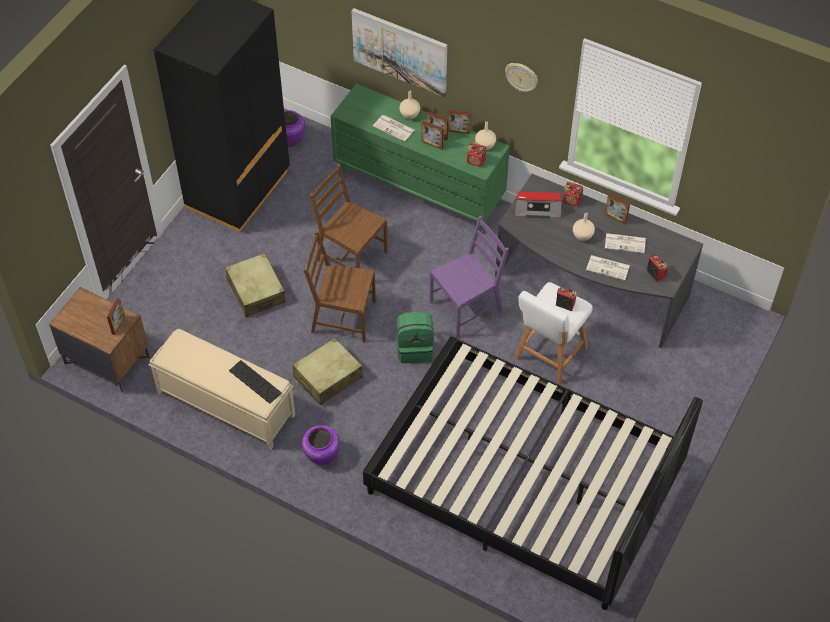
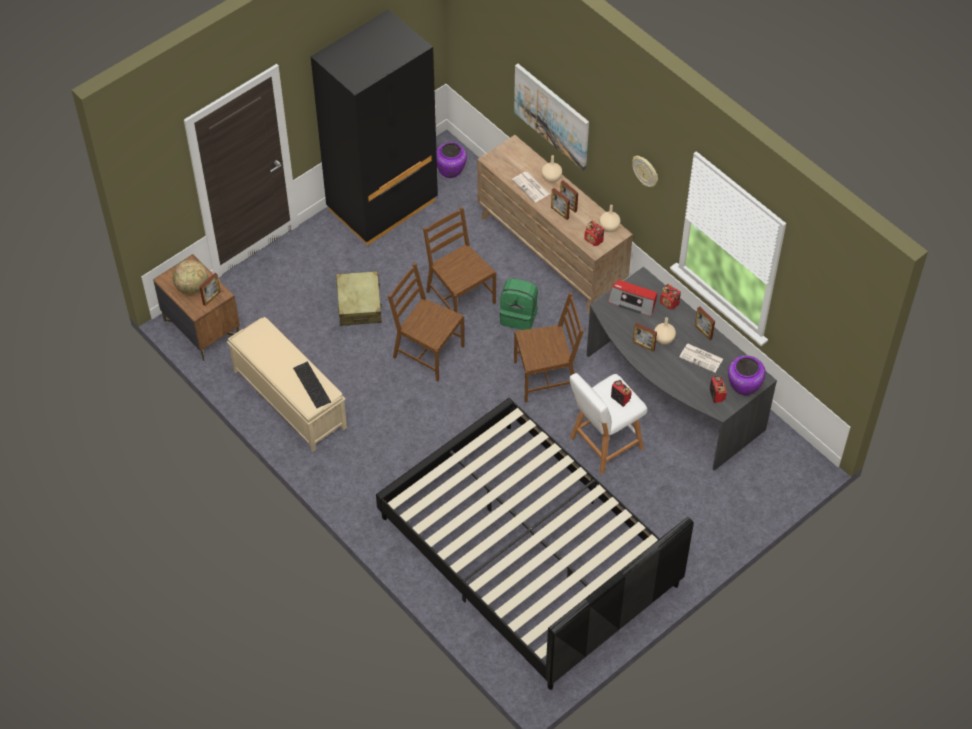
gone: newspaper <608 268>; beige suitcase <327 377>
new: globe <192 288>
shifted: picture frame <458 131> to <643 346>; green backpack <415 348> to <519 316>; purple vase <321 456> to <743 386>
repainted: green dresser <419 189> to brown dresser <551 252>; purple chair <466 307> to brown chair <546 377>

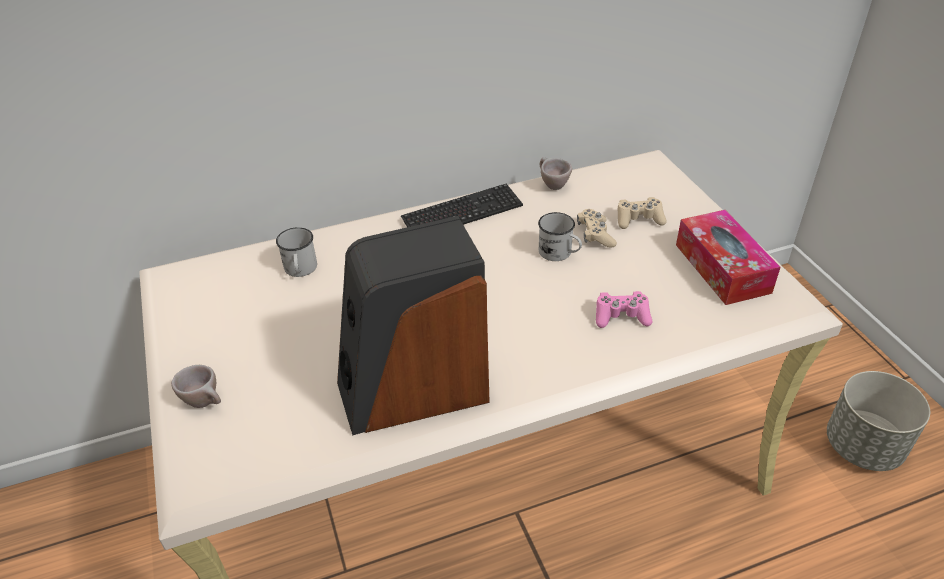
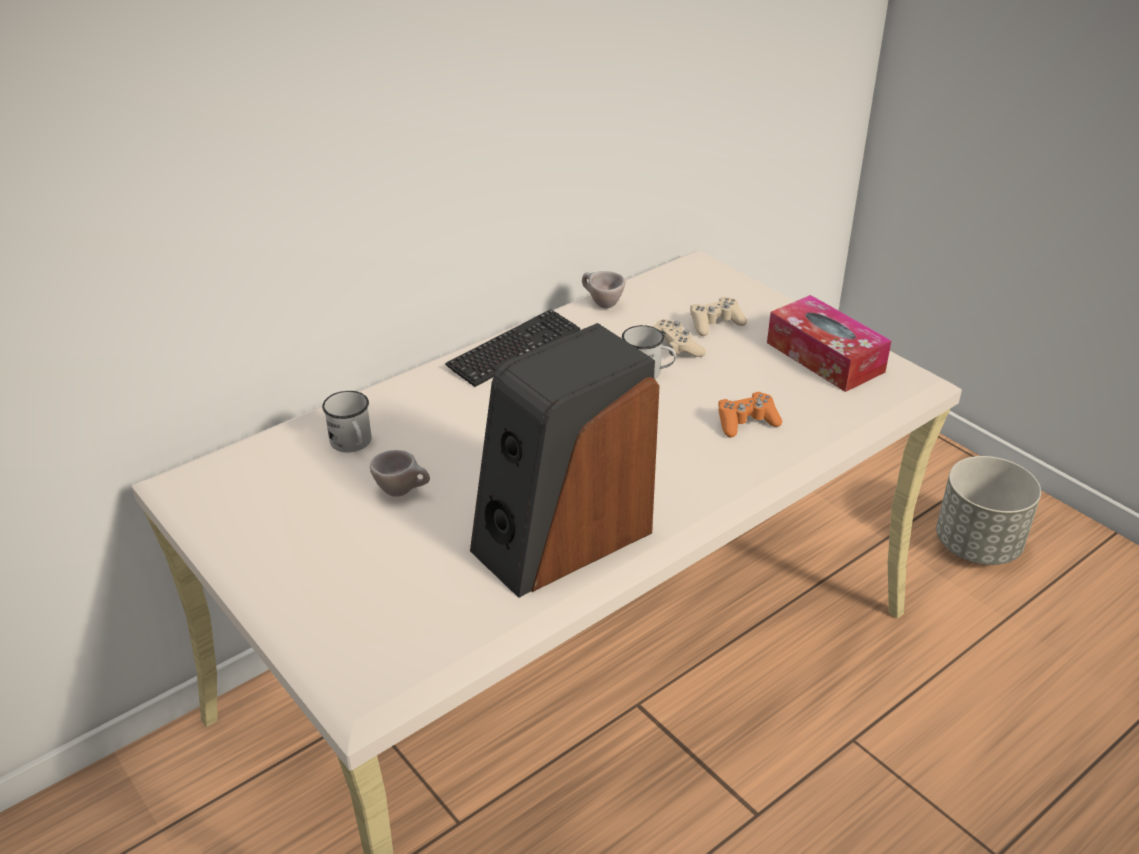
shifted: beige cup <206 402> to <403 491>
repainted: pink game controller <621 316> to orange game controller <746 422>

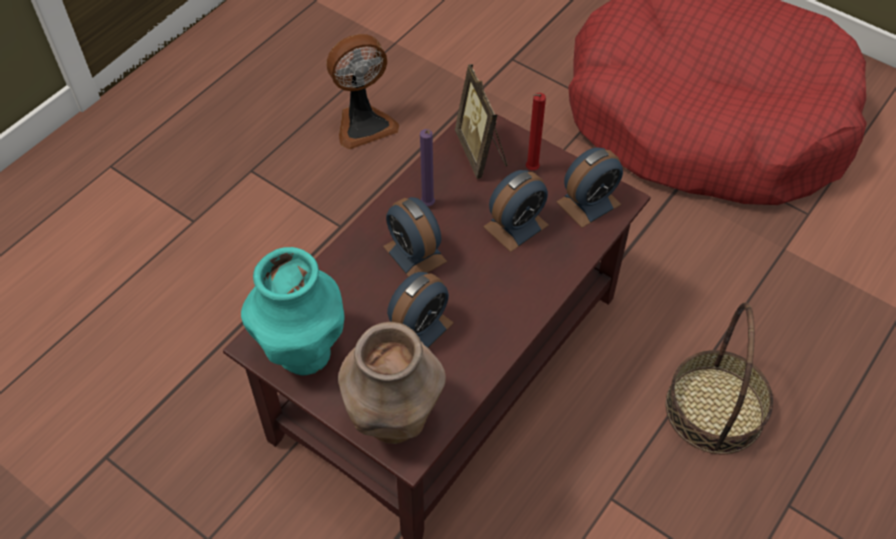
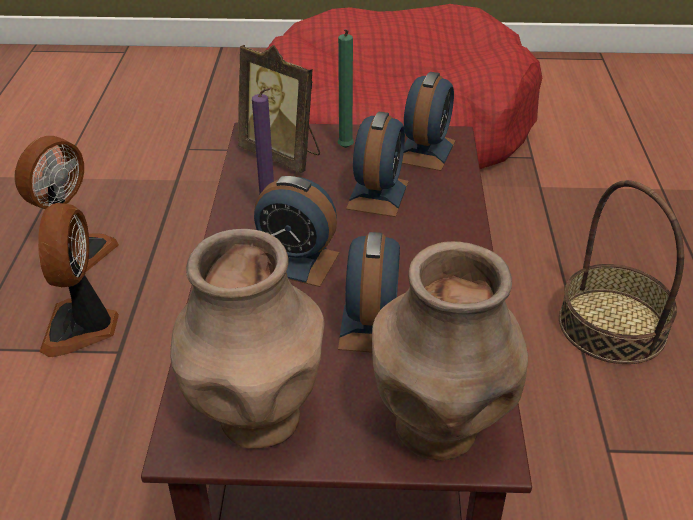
new: fan <82 327>
repainted: red candle <530 170> to green candle <345 149>; turquoise vase <304 352> to brown vase <257 418>

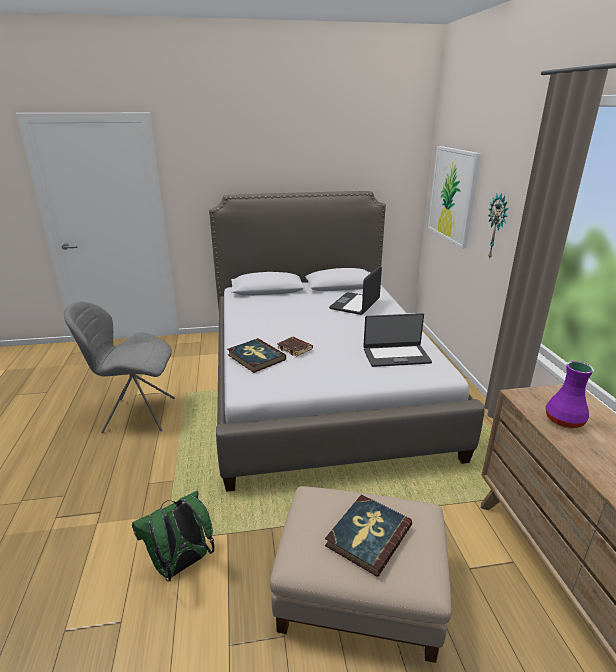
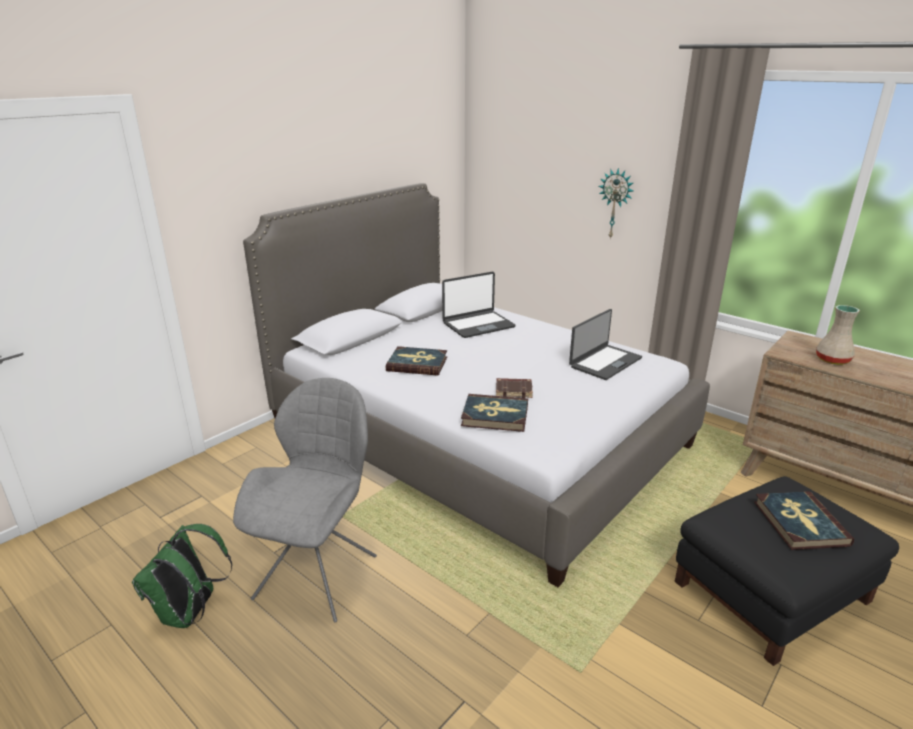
gone: picture <453 195>
new: book <417 364>
shifted: green backpack <181 565> to <191 613>
repainted: purple vase <565 421> to beige vase <833 360>; beige ottoman <360 590> to black ottoman <770 590>
rotated: laptop <355 304> = <478 325> 105 degrees counterclockwise; grey chair <137 414> = <319 573> 150 degrees clockwise

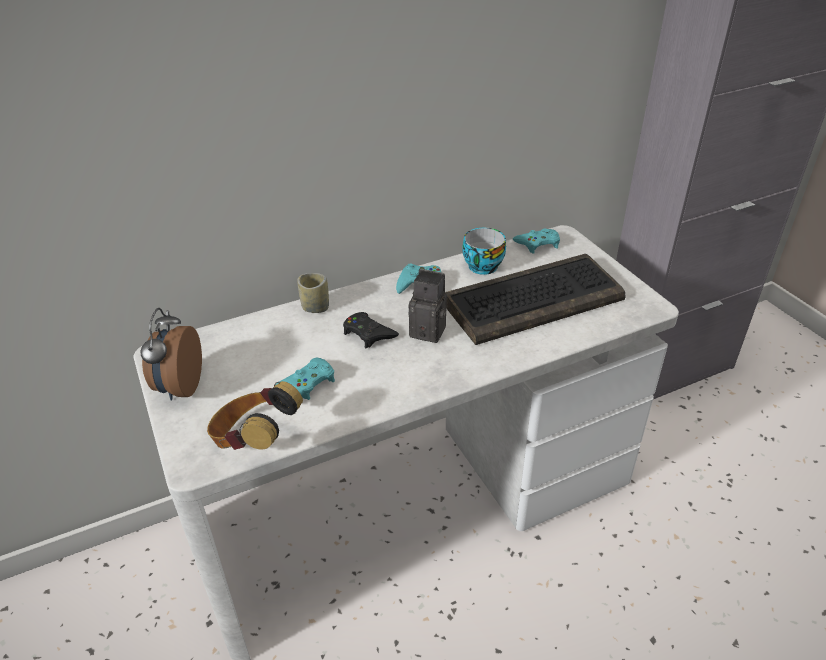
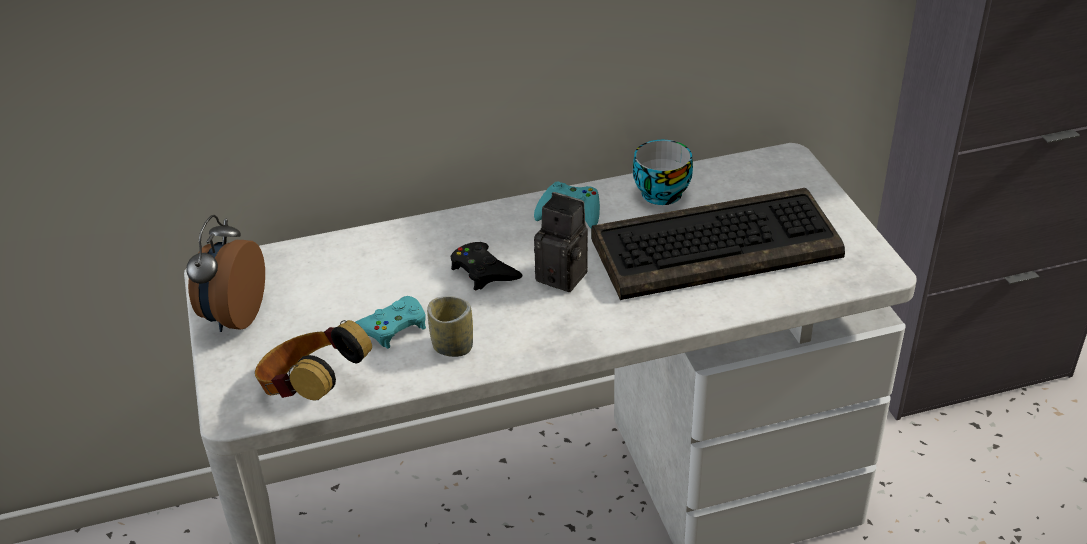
gone: turquoise game controller <538 244>
shifted: cup <315 307> to <453 346>

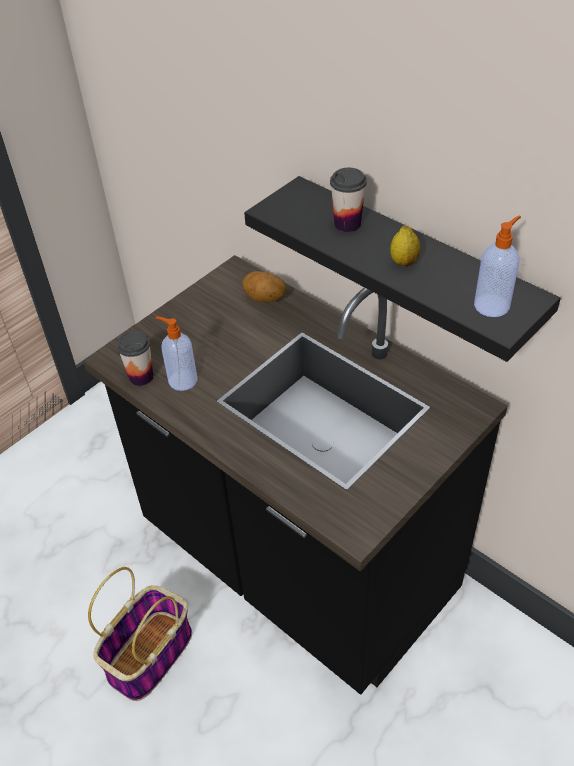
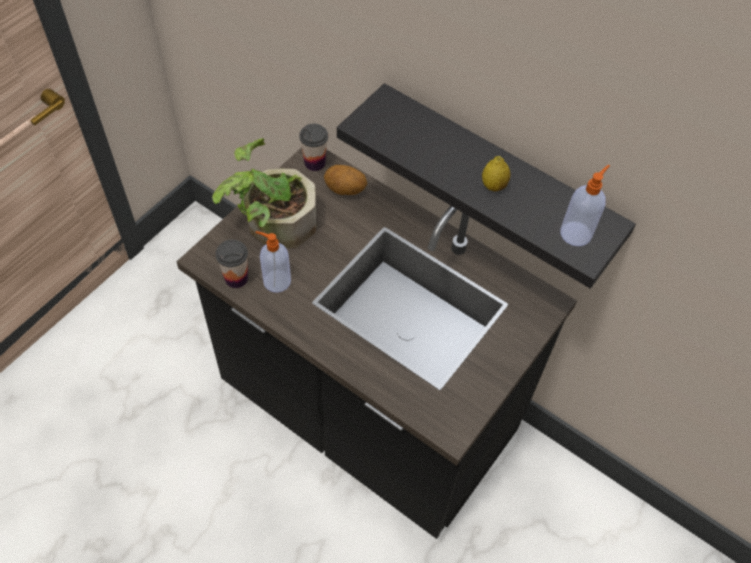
gone: basket <150 654>
new: potted plant <272 223>
shifted: cup <347 224> to <315 163>

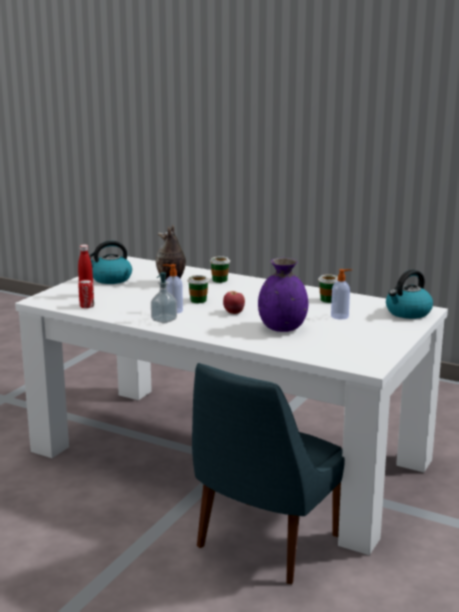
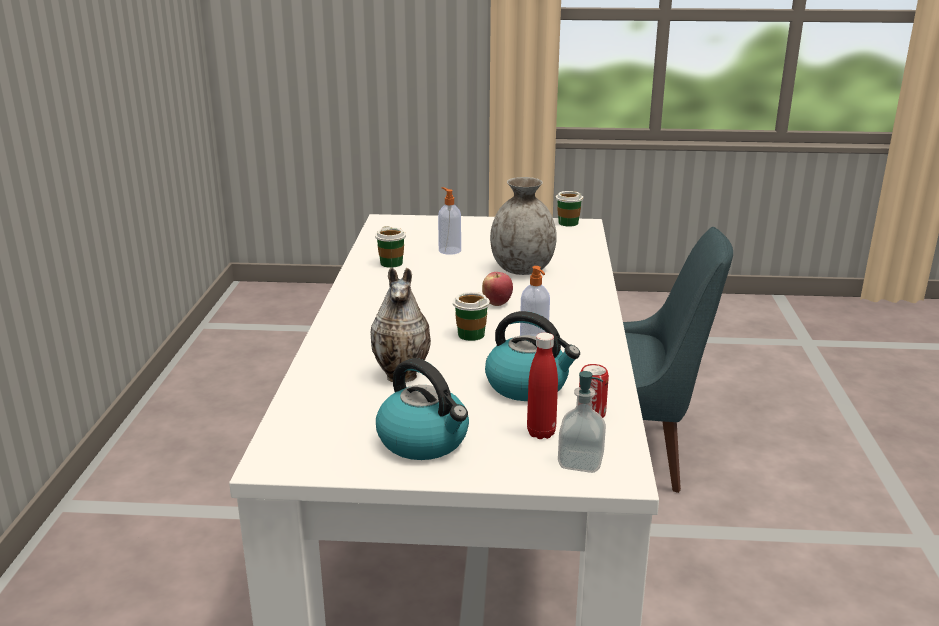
shifted: cup <220 280> to <568 223>; kettle <408 313> to <528 385>; soap dispenser <164 320> to <580 462>
repainted: purple vase <282 328> to grey vase <521 270>

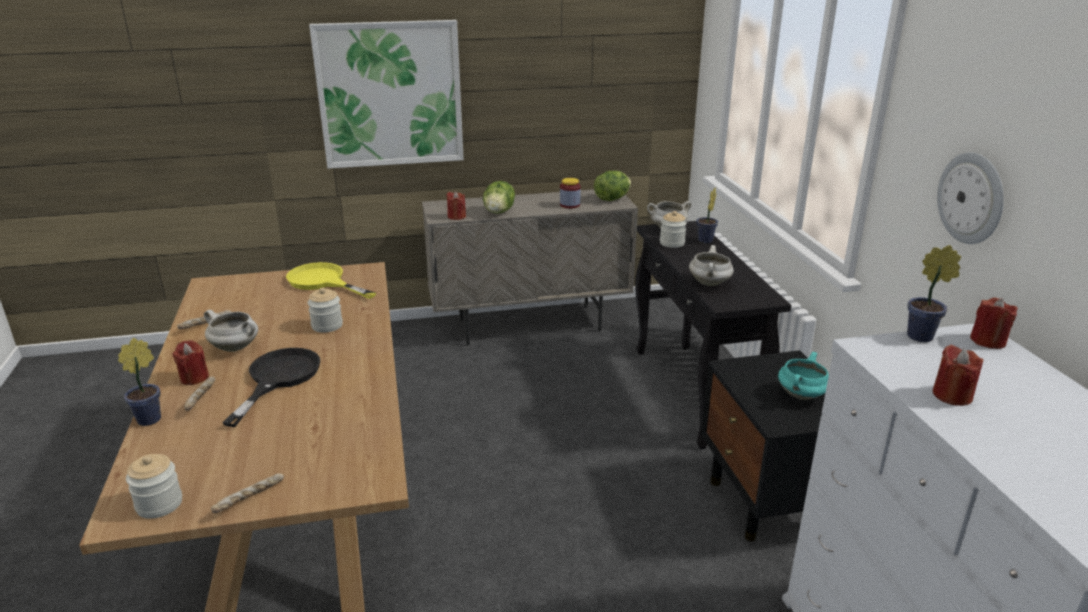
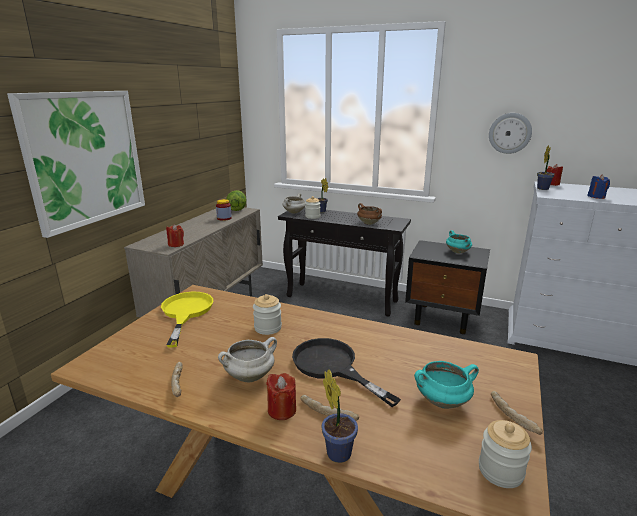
gone: lettuce <499 212>
new: turquoise cooking pot <442 401>
repainted: white cooking pot <710 283> to brown cooking pot <369 223>; red candle <952 395> to blue candle <596 196>
rotated: yellow frying pan <323 281> = <186 312> 105 degrees clockwise

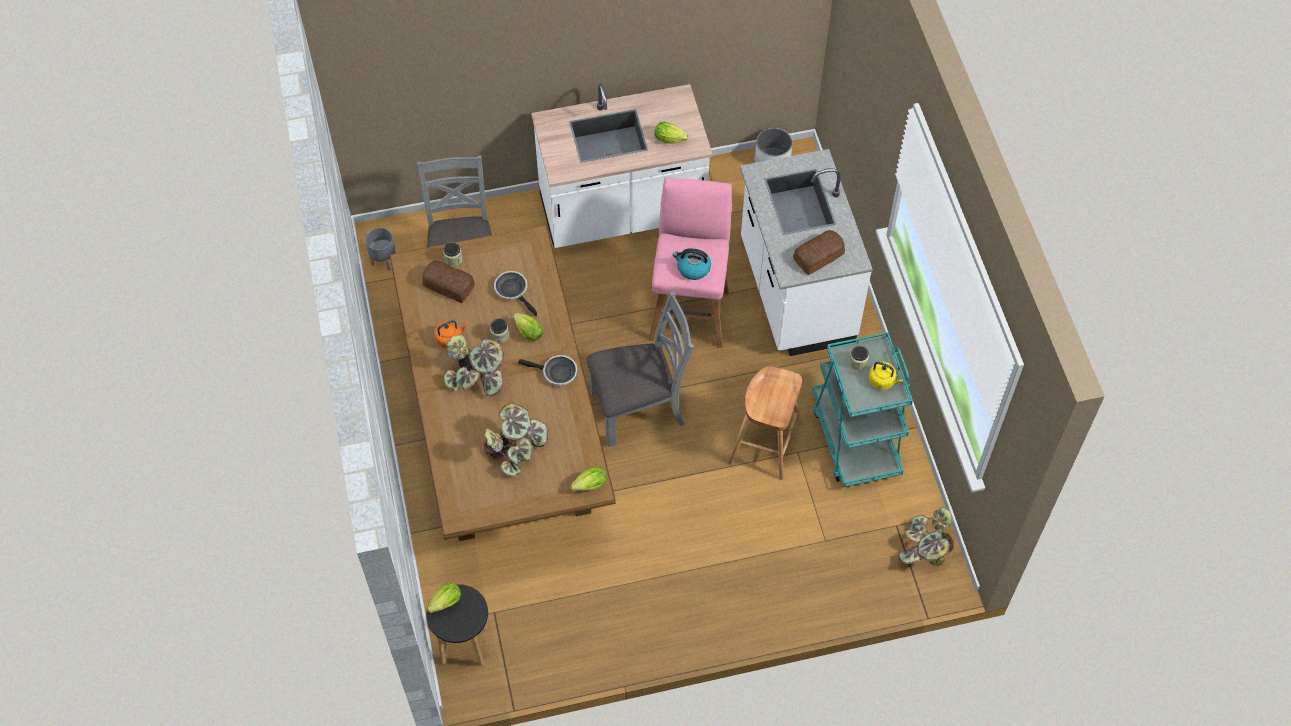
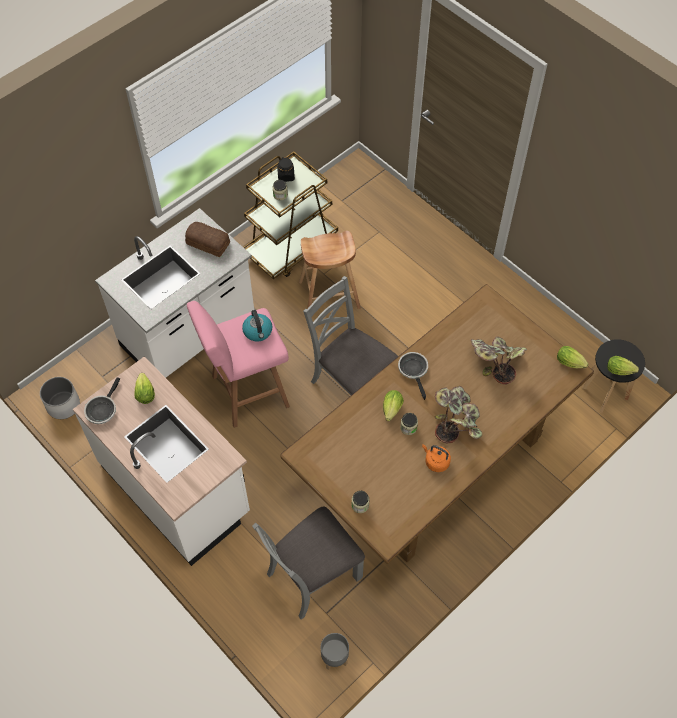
gone: bread <448 285>; potted plant <924 549>
shifted: frying pan <513 291> to <102 409>; lettuce <588 486> to <571 363>
swapped: yellow kettle <883 381> to black jar <286 176>
repainted: turquoise cart <855 438> to brown cart <291 247>

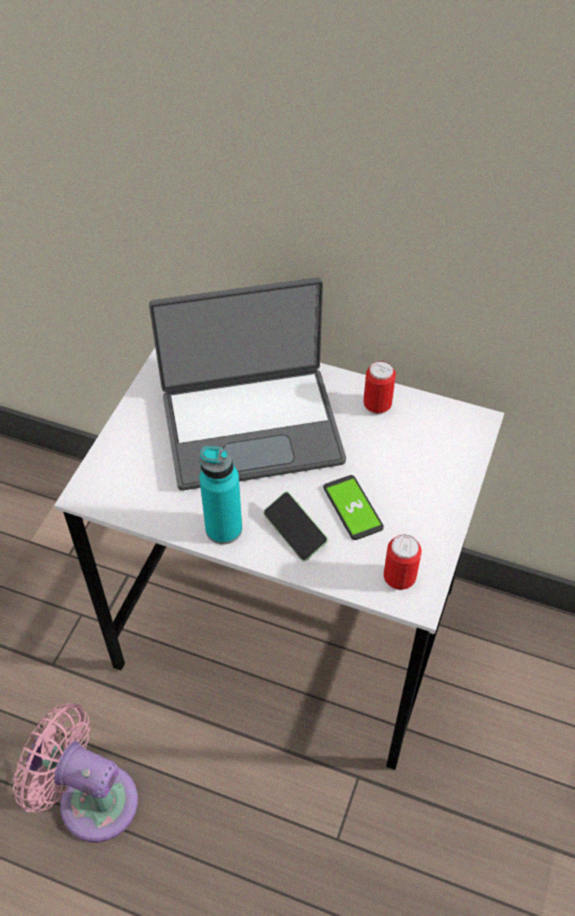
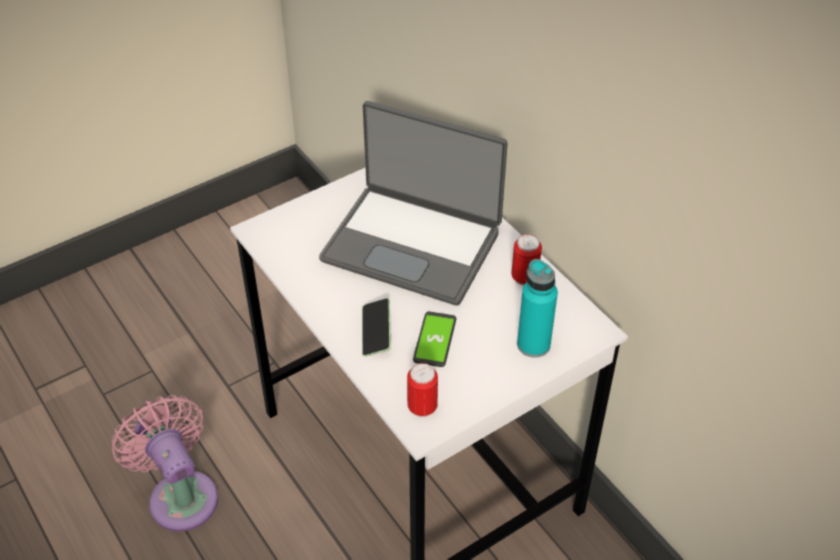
shifted: turquoise bottle <223 529> to <533 344>

